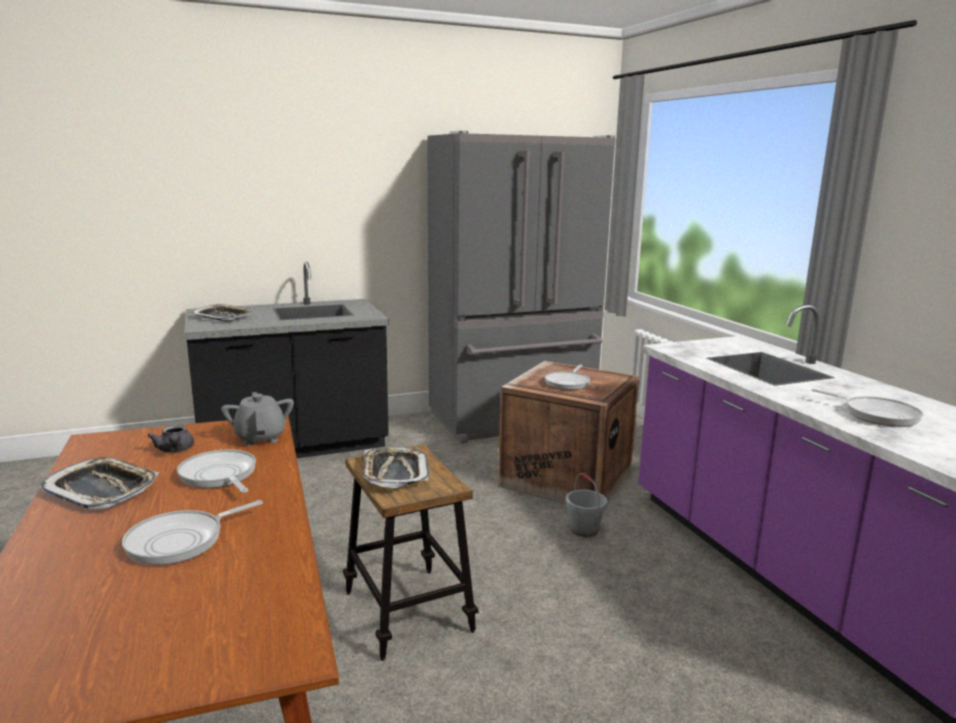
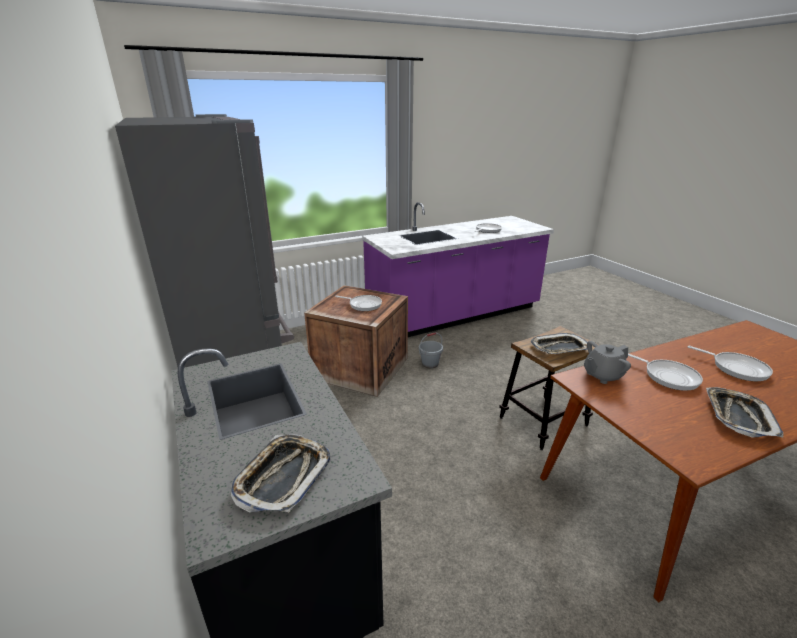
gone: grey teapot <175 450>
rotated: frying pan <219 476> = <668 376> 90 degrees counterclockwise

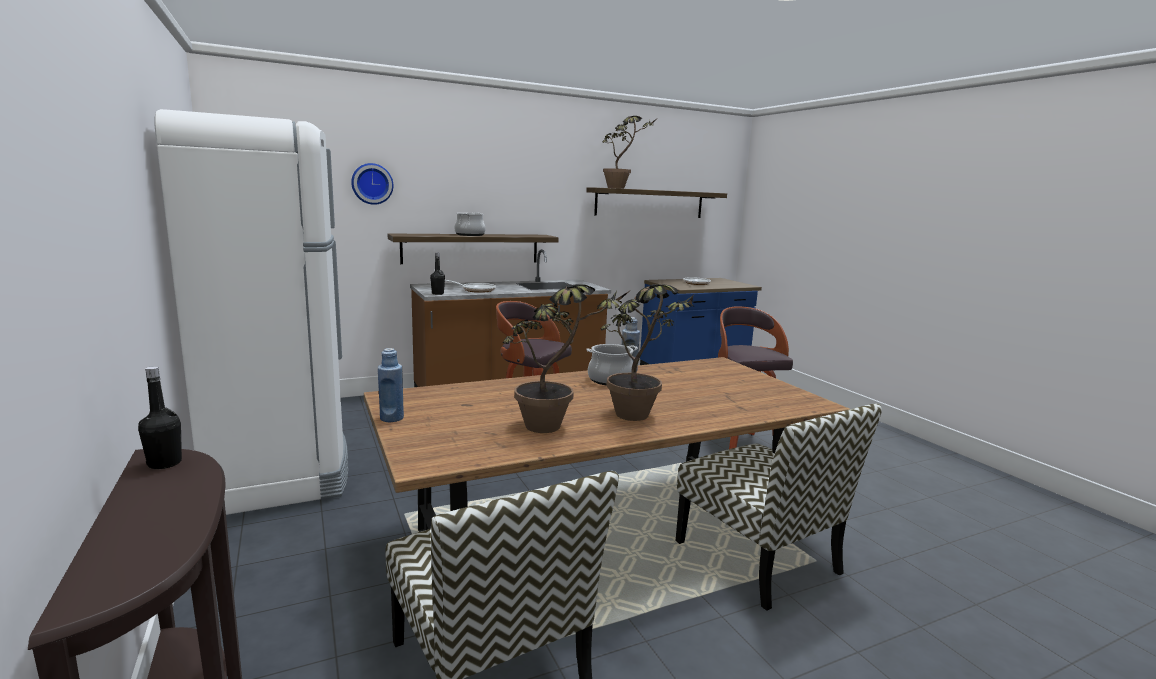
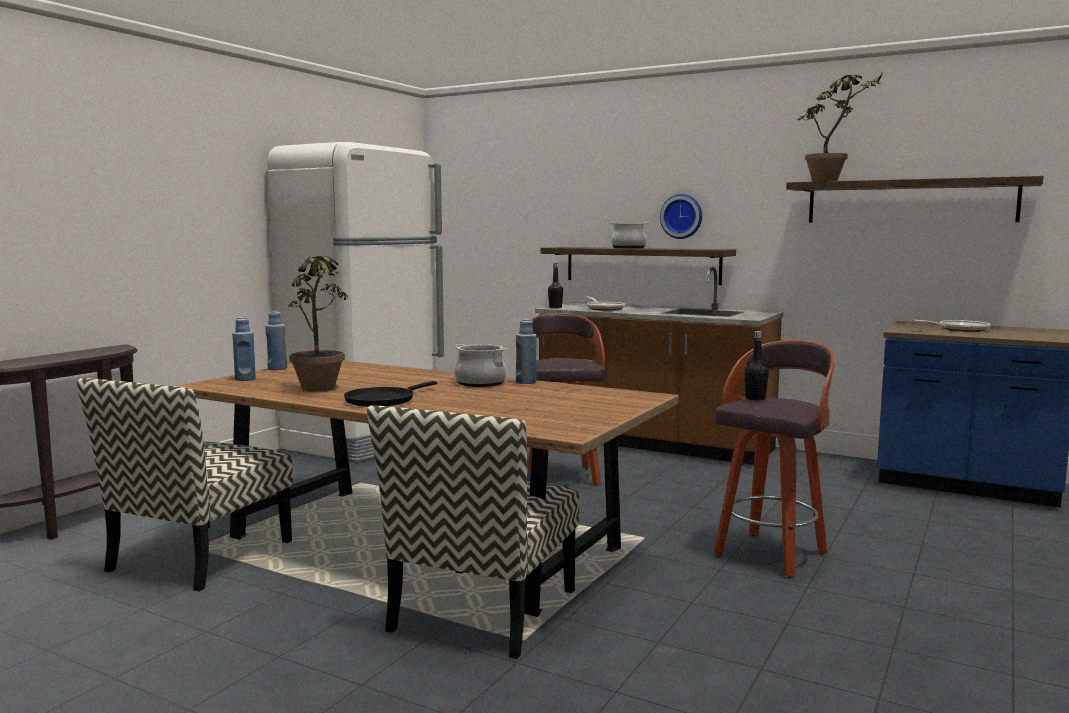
new: blue bottle <245 379>
shifted: wall clock <372 184> to <682 216>; black bottle <165 463> to <755 398>
swapped: potted plant <639 419> to black frying pan <383 400>

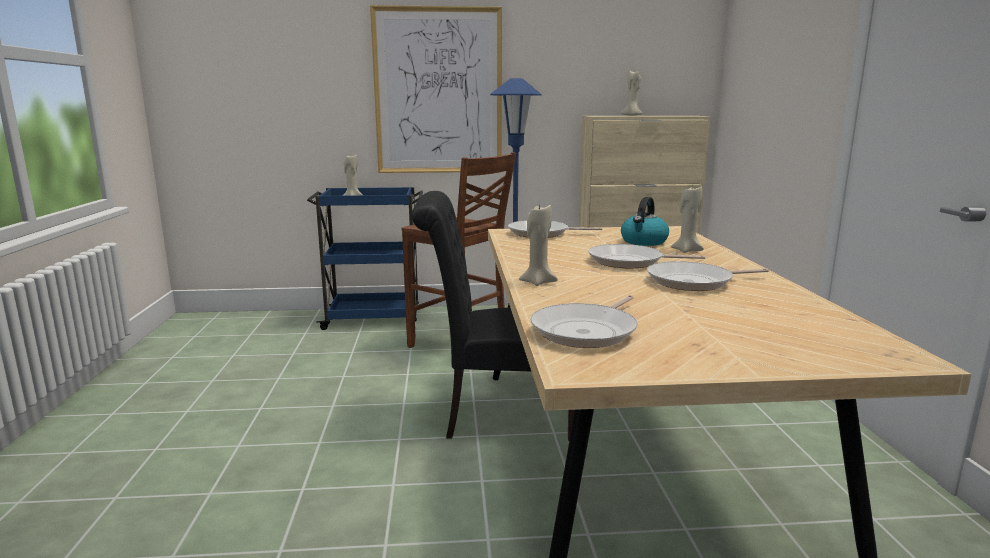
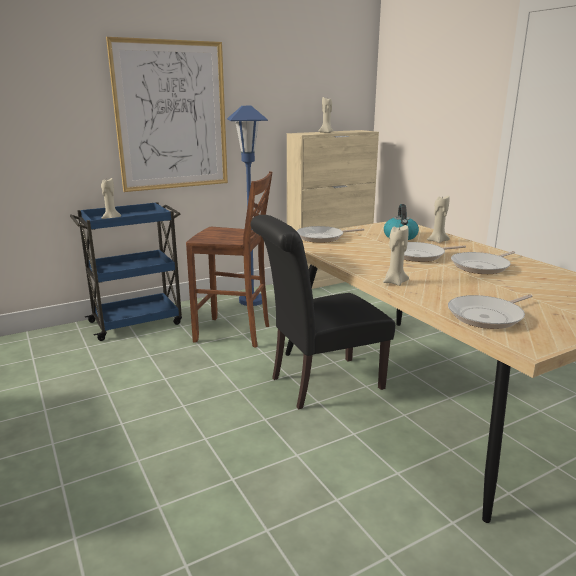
rotated: frying pan <587 331> = <488 316> 45 degrees clockwise

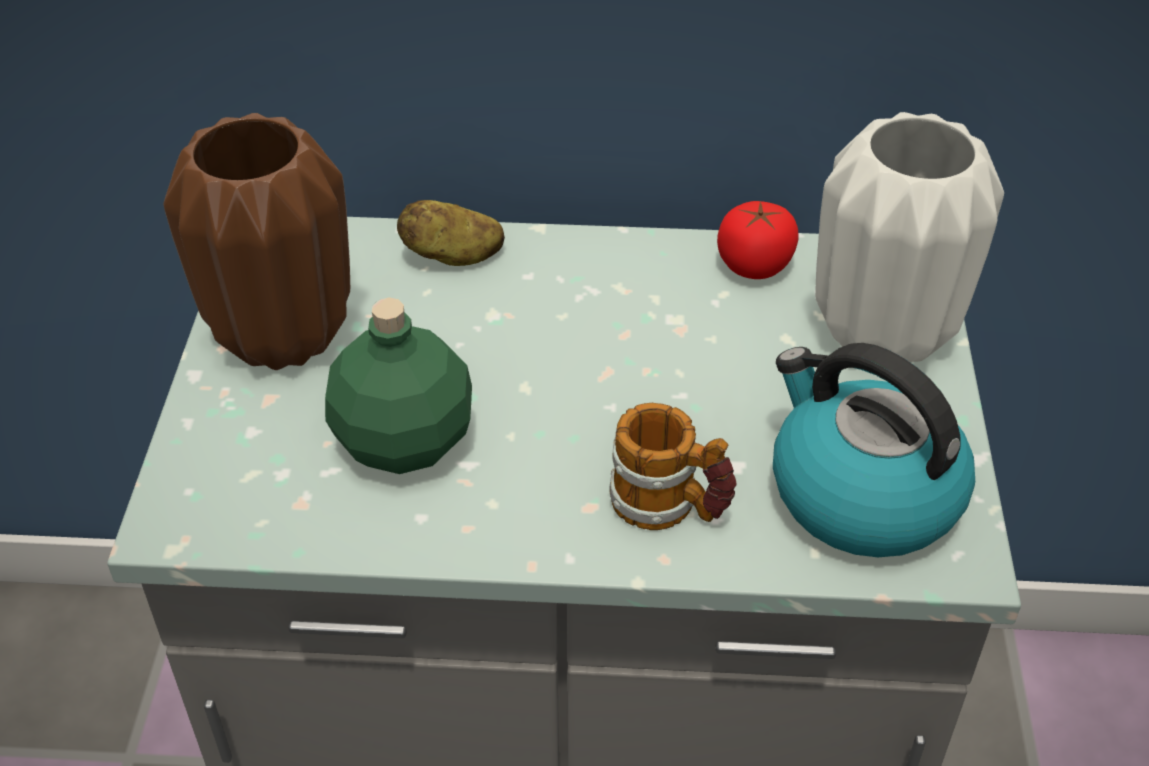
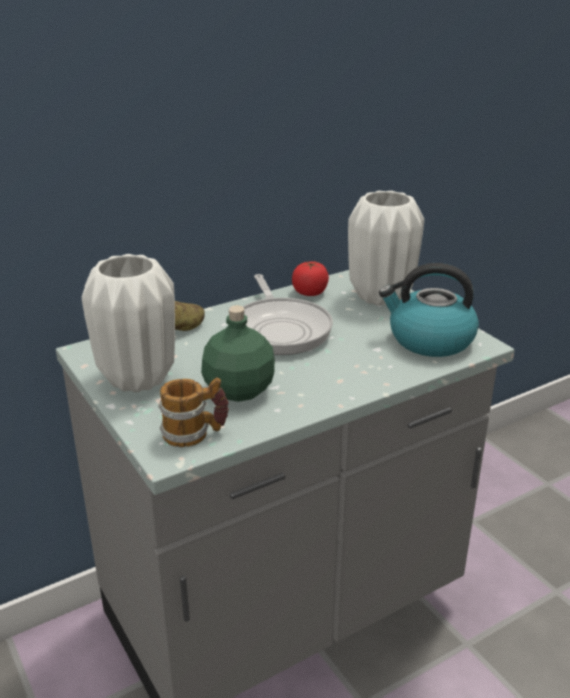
new: frying pan <280 329>
shifted: mug <669 506> to <195 433>
repainted: brown vase <282 337> to white vase <138 379>

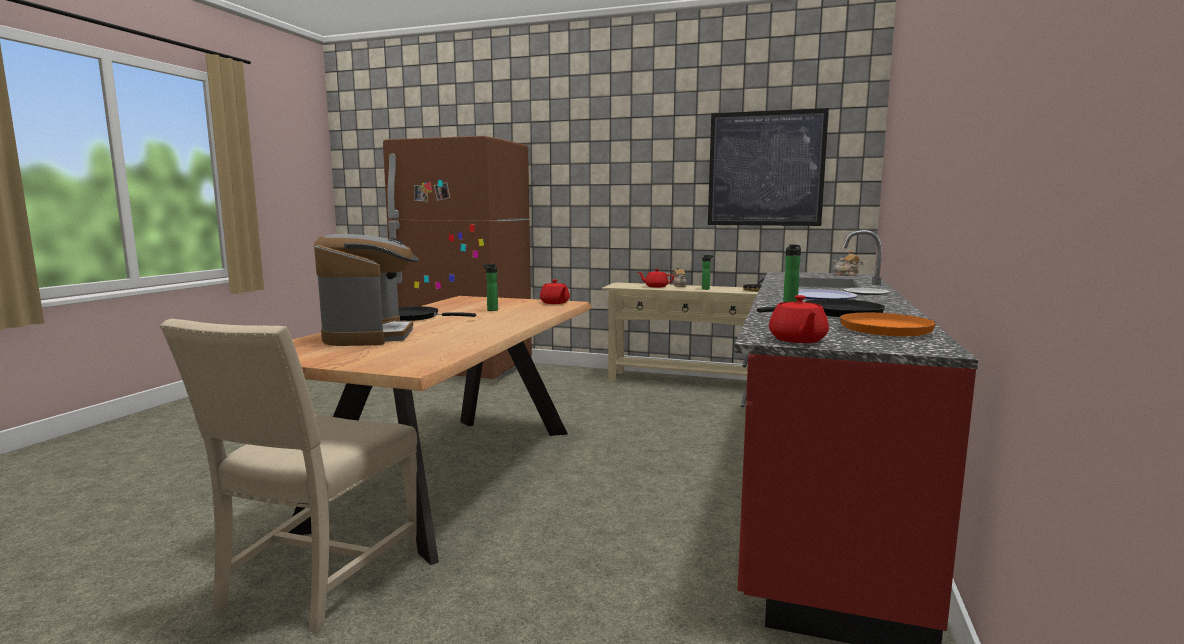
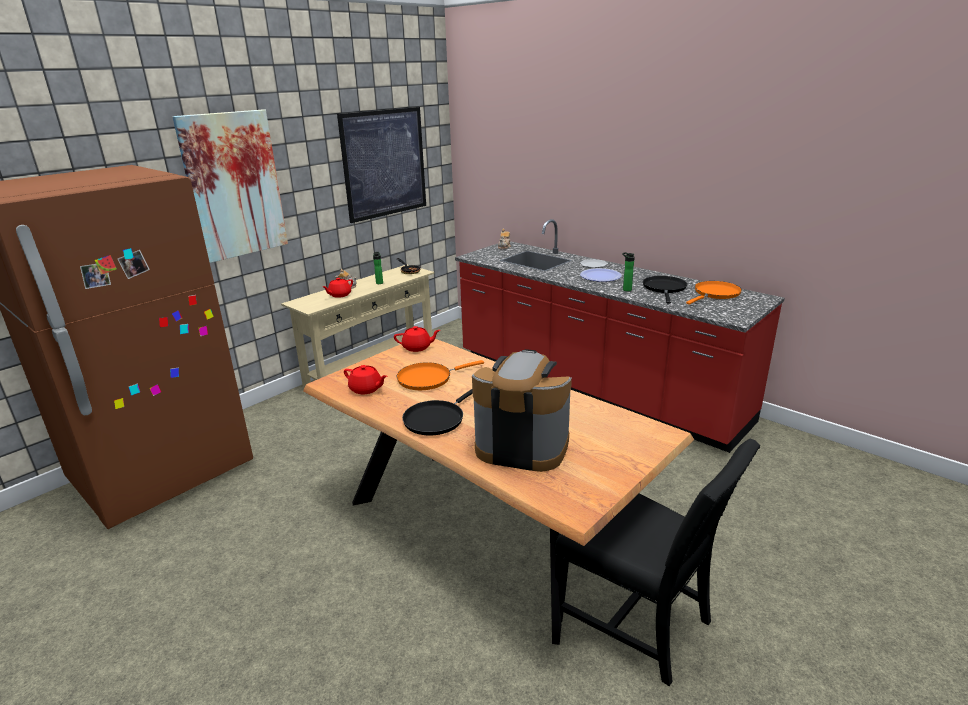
new: picture <234 185>
shifted: red teapot <797 340> to <366 389>
swapped: bottle <491 310> to orange frying pan <428 379>
repainted: beige chair <317 578> to black chair <638 621>

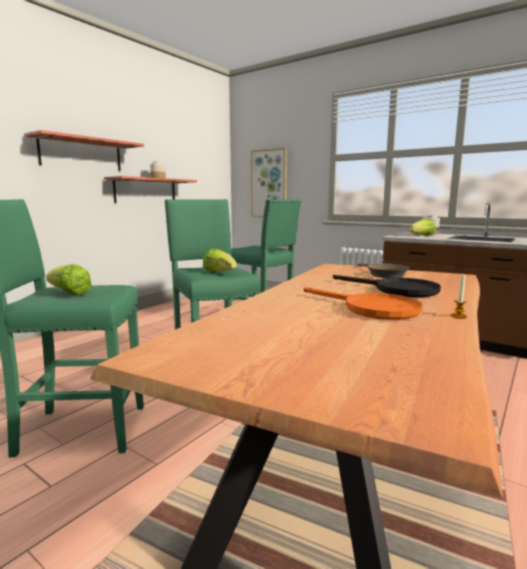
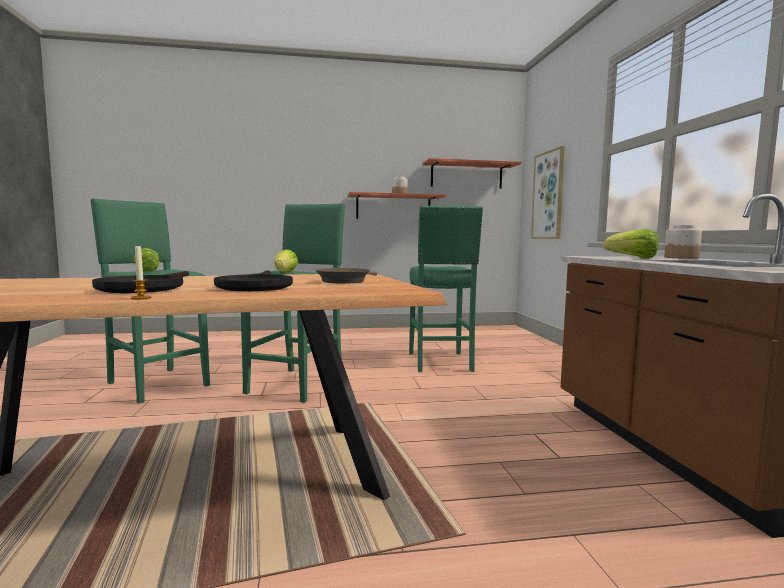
shifted: shelf <81 154> to <466 176>
repainted: orange frying pan <371 309> to black frying pan <146 287>

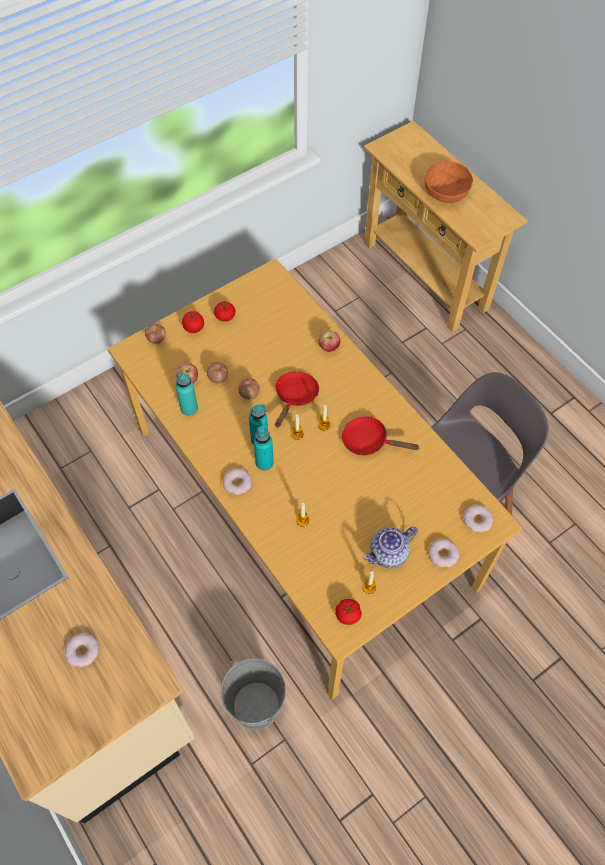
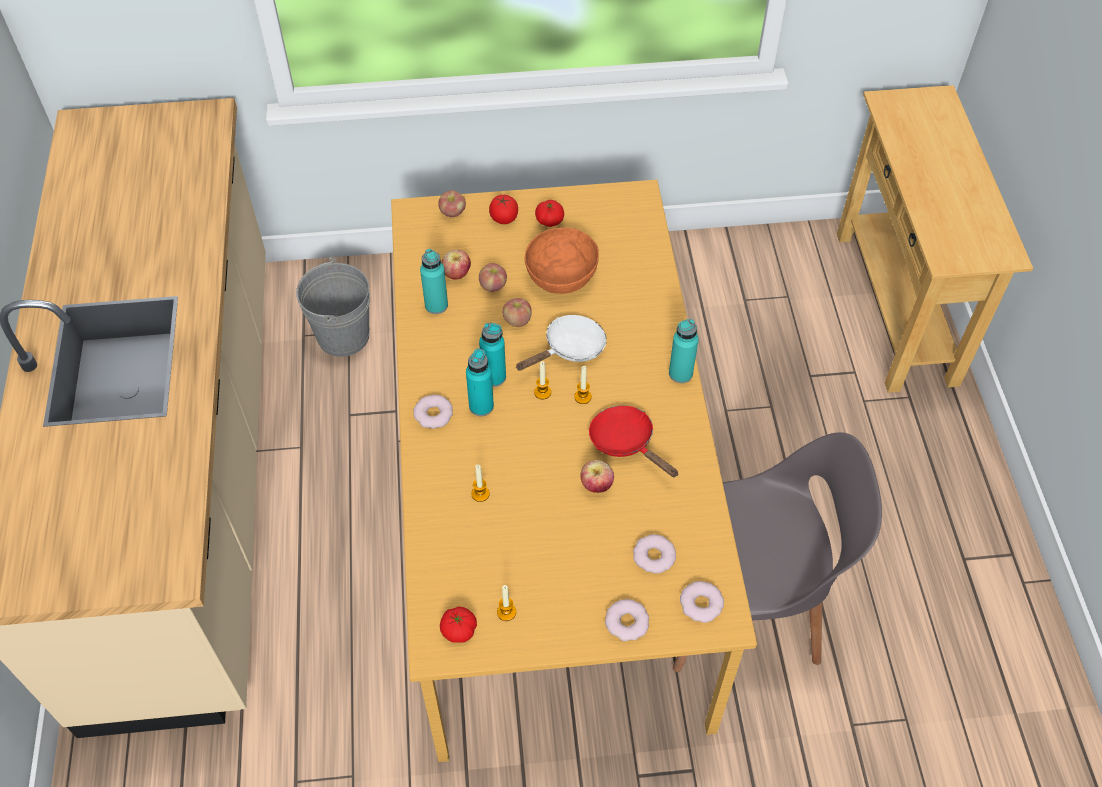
gone: teapot <389 553>
new: turquoise bottle <680 373>
shifted: orange bowl <445 192> to <561 275>; apple <329 347> to <596 485>; donut <82 651> to <654 556>; grey bucket <256 705> to <343 335>
repainted: red frying pan <295 397> to white frying pan <570 348>

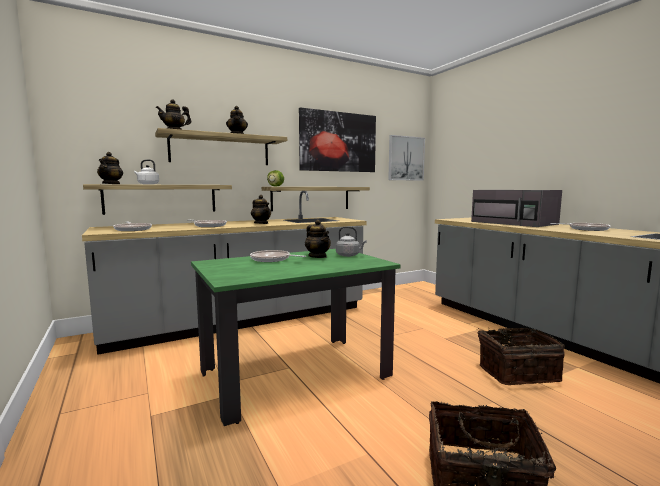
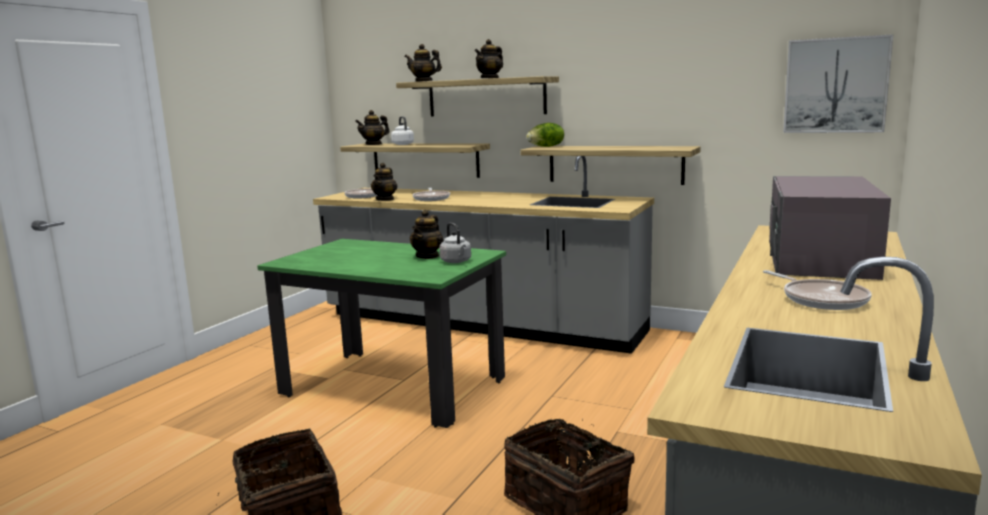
gone: picture <338 142>; frying pan <272 259>
shifted: teapot <261 223> to <385 199>

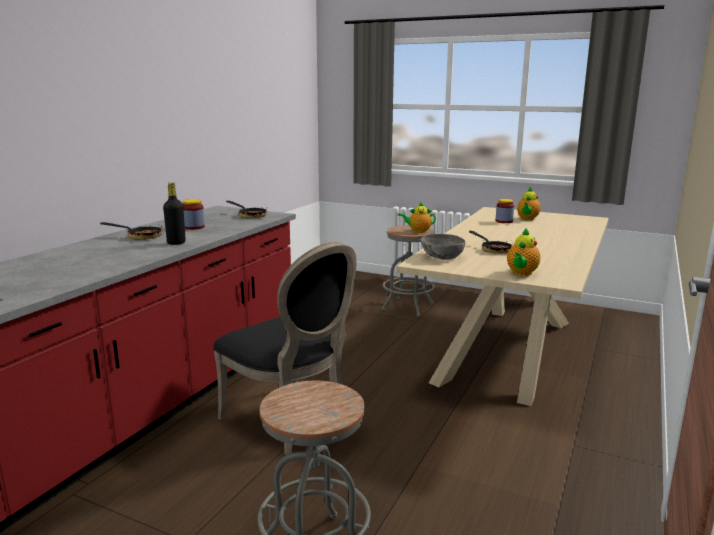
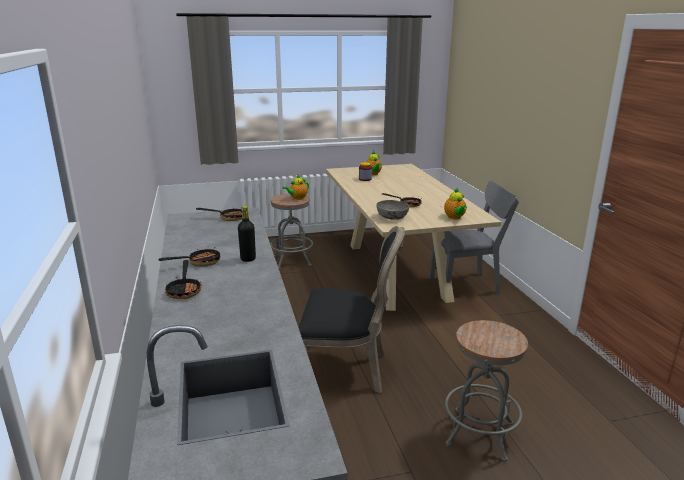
gone: jar <194 227>
new: grey chair <469 284>; frying pan <184 290>

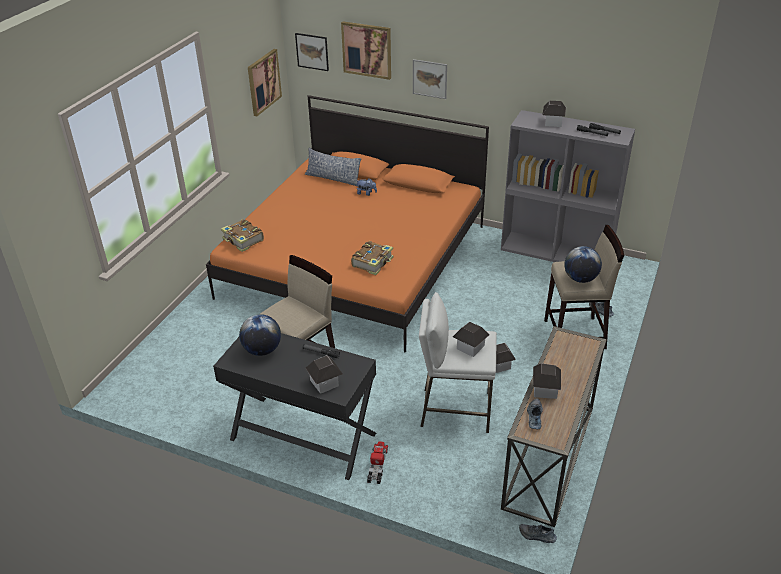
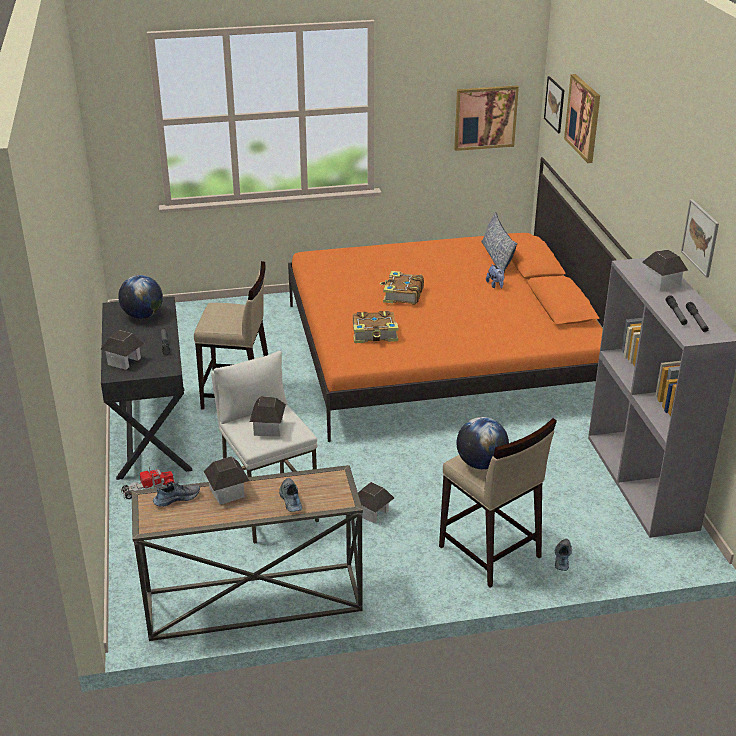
shifted: picture <429 78> to <700 238>; book <243 240> to <402 295>; shoe <537 536> to <290 499>

